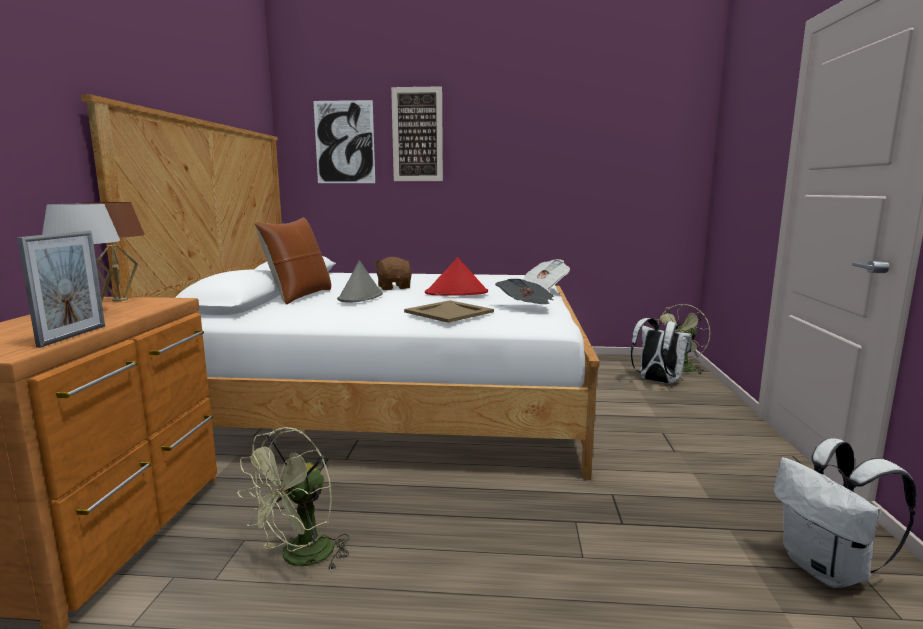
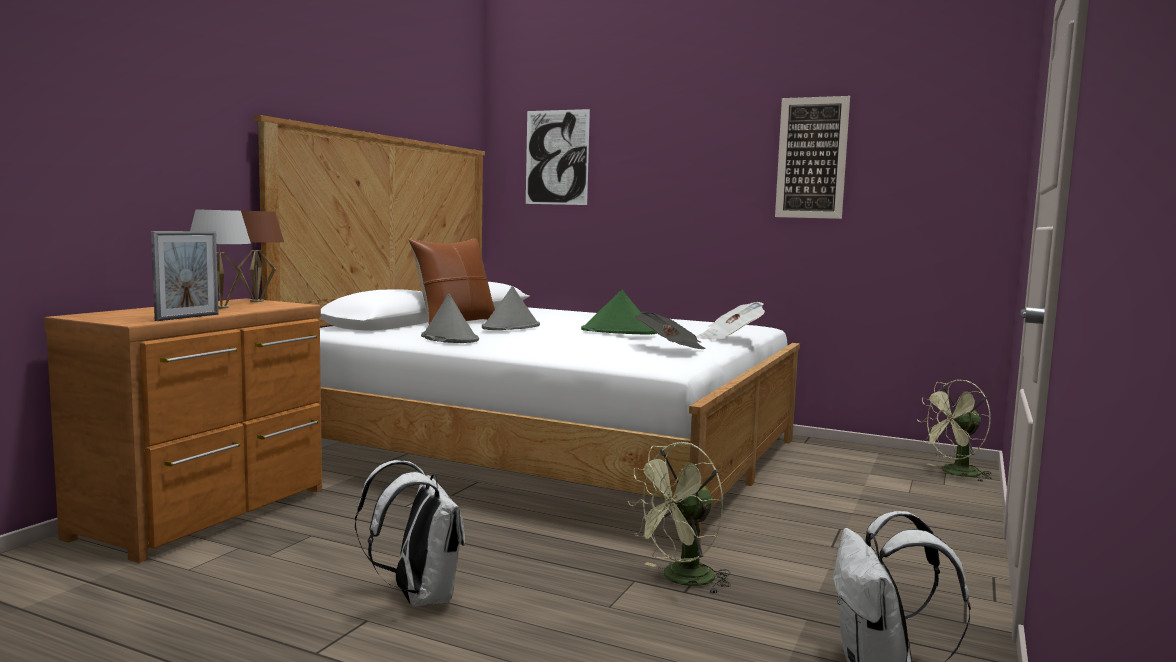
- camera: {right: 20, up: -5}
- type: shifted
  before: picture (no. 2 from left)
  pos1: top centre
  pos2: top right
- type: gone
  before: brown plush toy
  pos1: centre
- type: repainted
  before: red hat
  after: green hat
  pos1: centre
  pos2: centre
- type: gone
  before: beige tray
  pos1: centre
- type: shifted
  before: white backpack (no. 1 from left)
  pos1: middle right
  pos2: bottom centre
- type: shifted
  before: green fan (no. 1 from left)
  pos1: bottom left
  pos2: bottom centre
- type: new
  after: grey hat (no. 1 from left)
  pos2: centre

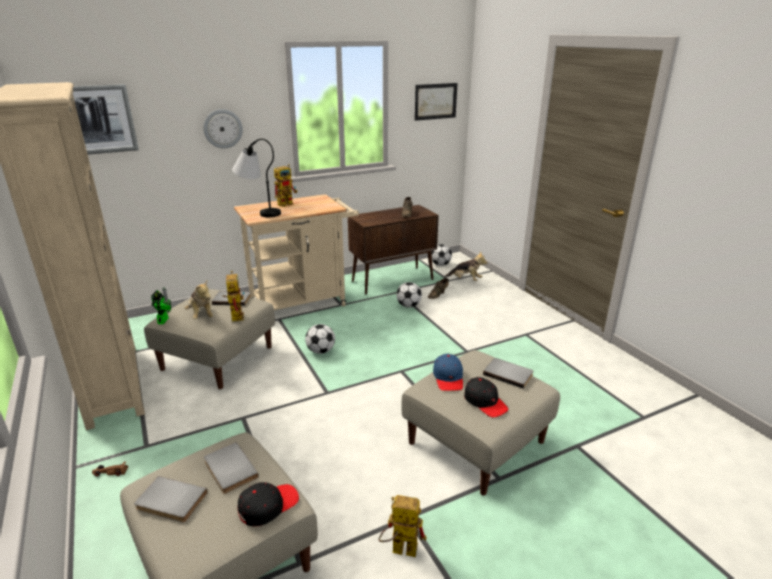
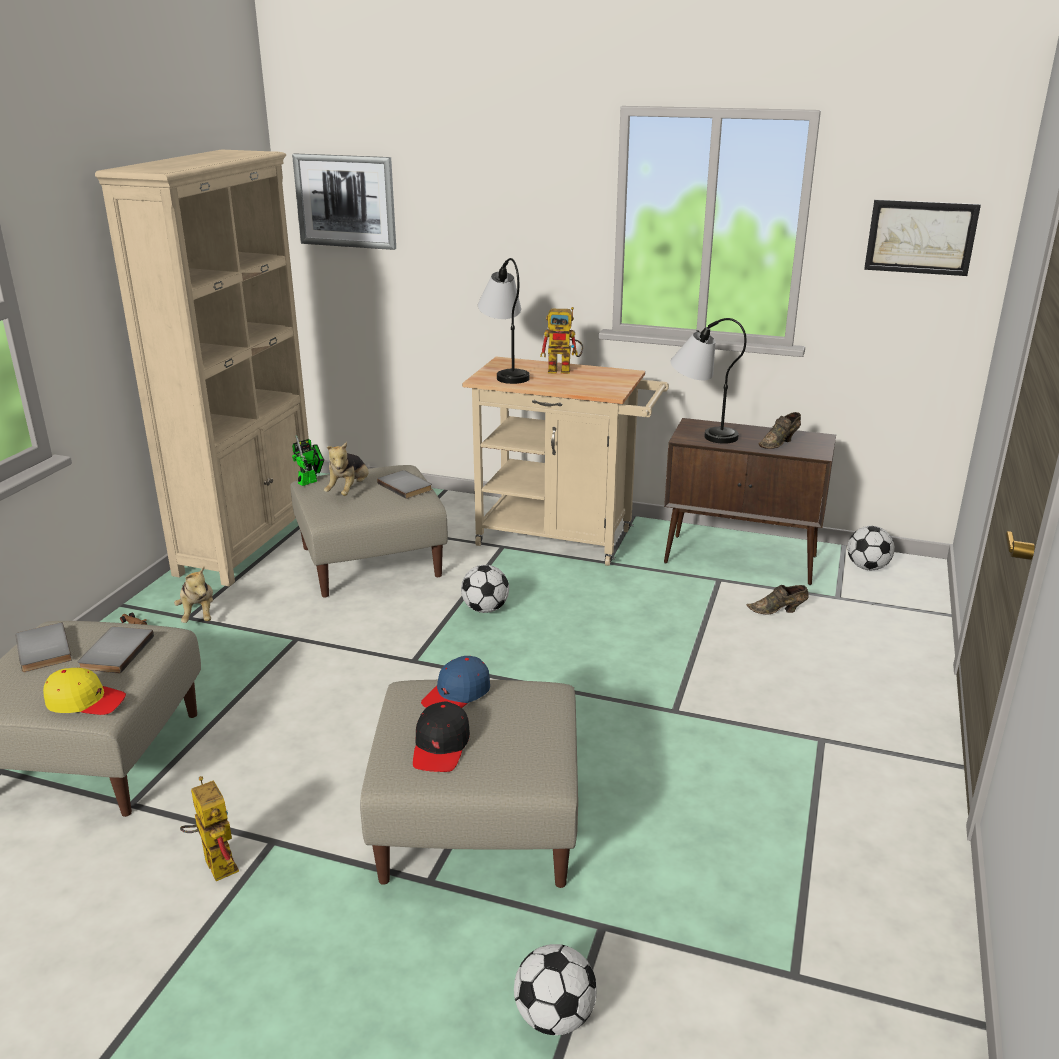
- camera: {right: 45, up: 0}
- type: gone
  before: wall clock
  pos1: top left
- type: shifted
  before: plush toy (no. 2 from left in the first image)
  after: plush toy (no. 1 from left)
  pos1: centre
  pos2: middle left
- type: gone
  before: toy robot (no. 2 from left)
  pos1: middle left
- type: shifted
  before: football (no. 2 from left)
  pos1: centre
  pos2: bottom centre
- type: gone
  before: grey book (no. 4 from left)
  pos1: centre
- type: repainted
  before: black cap (no. 1 from left)
  after: yellow cap
  pos1: bottom centre
  pos2: middle left
- type: new
  after: table lamp (no. 2 from left)
  pos2: middle right

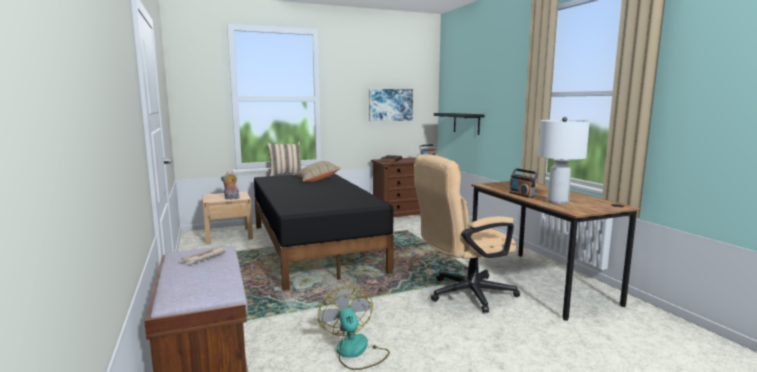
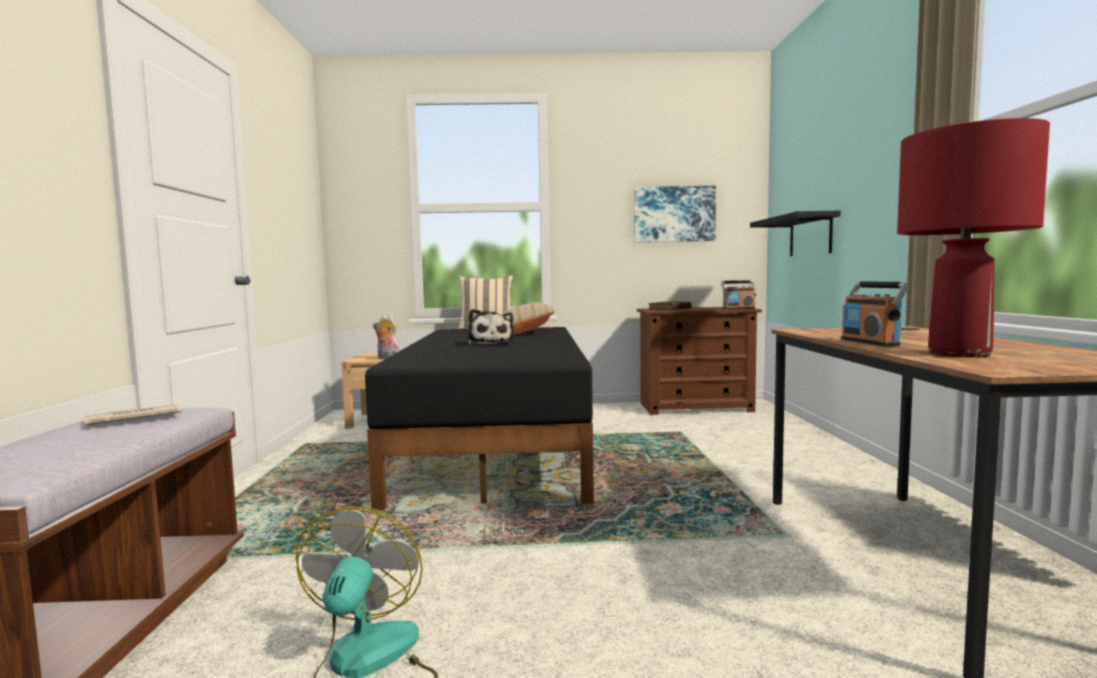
- camera: {right: 20, up: -5}
- type: repainted
  before: white table lamp
  after: red table lamp
  pos1: middle right
  pos2: middle right
- type: gone
  before: beige office chair
  pos1: centre
- type: new
  after: plush toy (no. 2 from left)
  pos2: centre

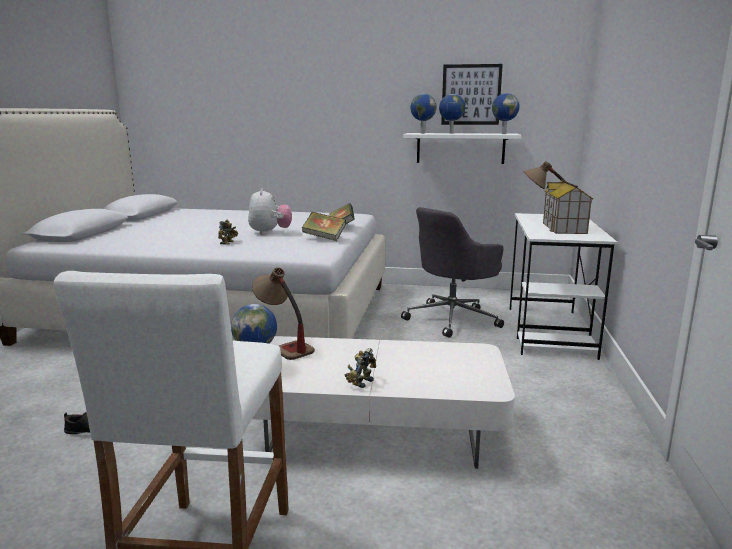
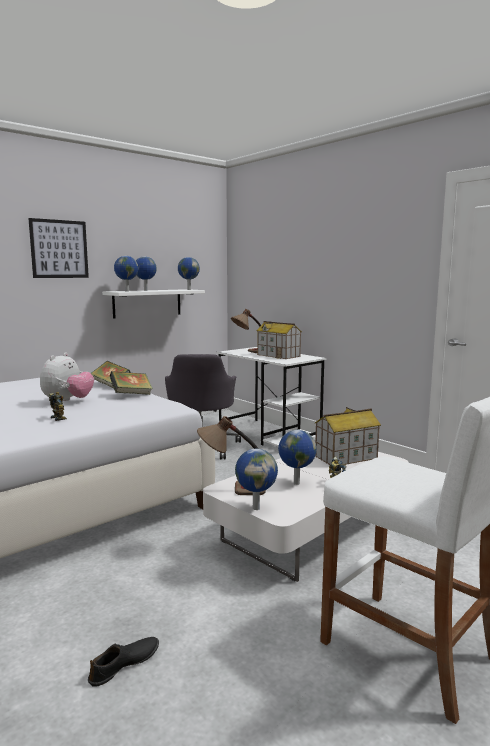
- camera: {right: -50, up: -5}
- type: shifted
  before: picture
  pos1: top centre
  pos2: top left
- type: rotated
  before: plush toy
  pos1: centre
  pos2: middle left
  turn: 75
- type: new
  after: toy house (no. 2 from left)
  pos2: middle right
- type: new
  after: globe (no. 5 from left)
  pos2: centre

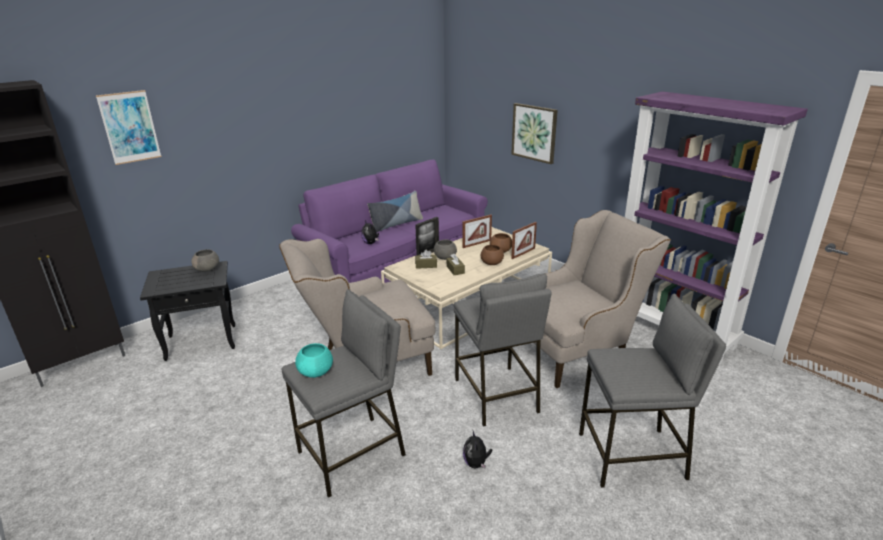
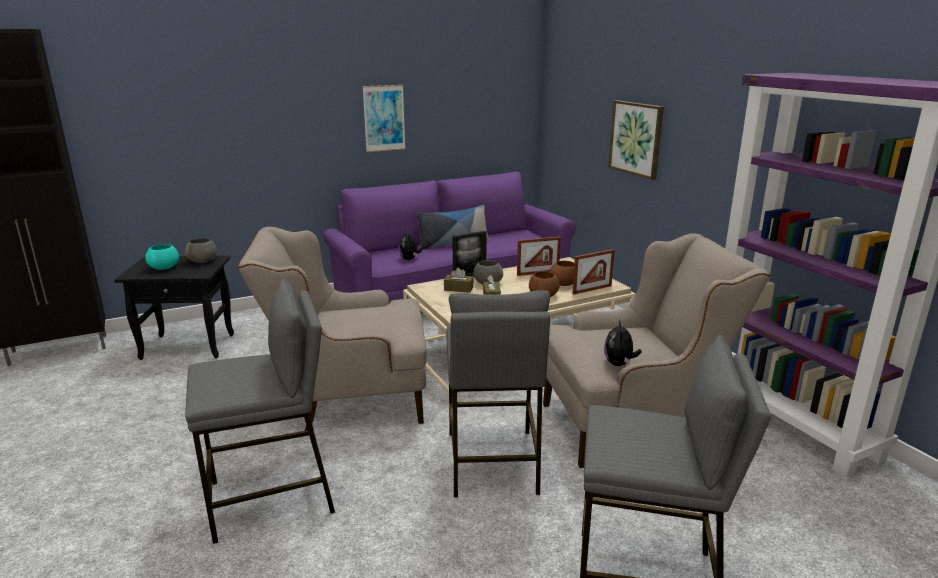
- camera: {right: 15, up: -5}
- type: shifted
  before: picture (no. 1 from left)
  pos1: top left
  pos2: top centre
- type: shifted
  before: turquoise bowl
  pos1: bottom centre
  pos2: middle left
- type: shifted
  before: plush toy (no. 2 from left)
  pos1: bottom centre
  pos2: centre

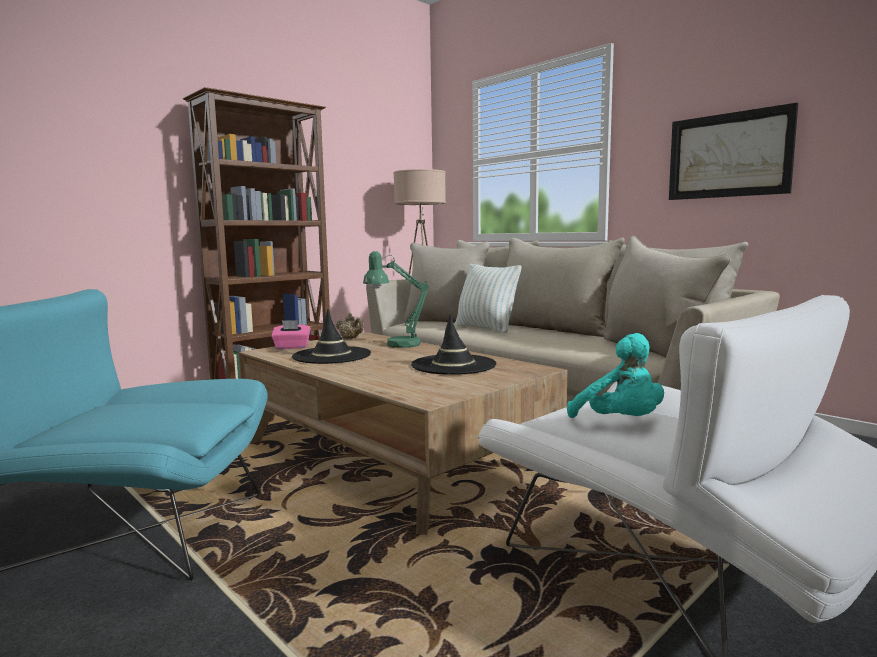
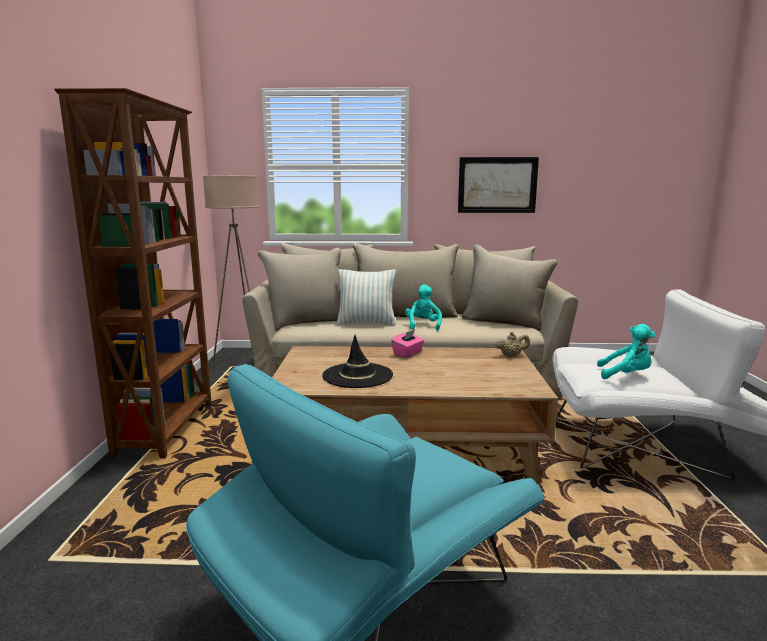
- camera: {right: -45, up: 5}
- type: gone
  before: green table lamp
  pos1: centre
- type: shifted
  before: beige teapot
  pos1: centre
  pos2: middle right
- type: gone
  before: black hat (no. 2 from left)
  pos1: centre
- type: shifted
  before: pink tissue box
  pos1: middle left
  pos2: centre
- type: new
  after: turquoise plush toy (no. 1 from left)
  pos2: centre

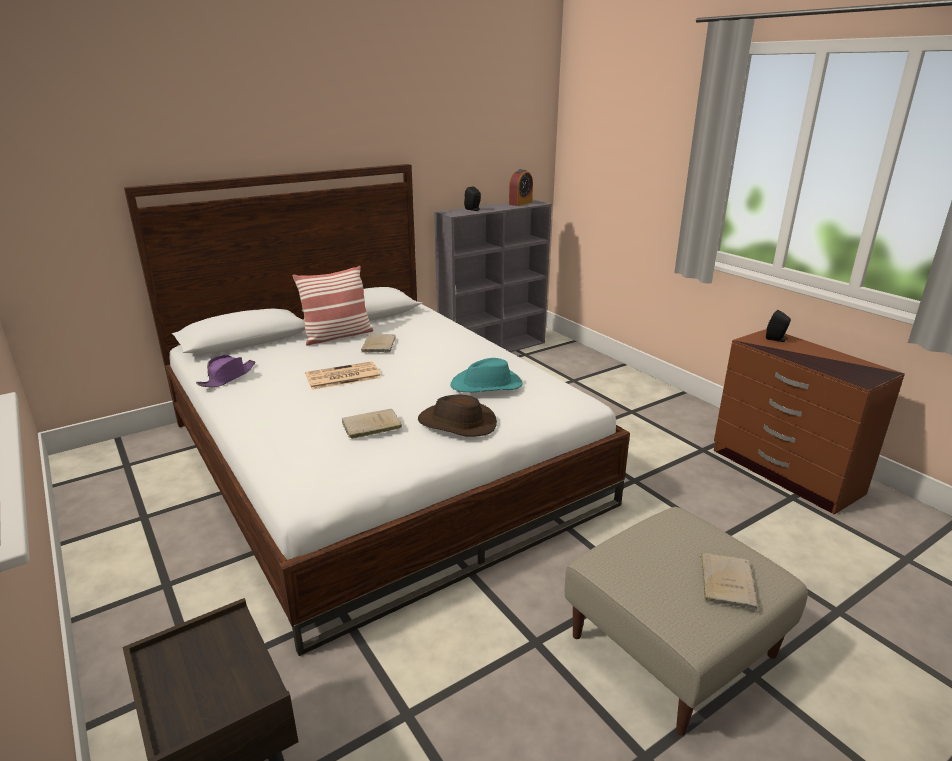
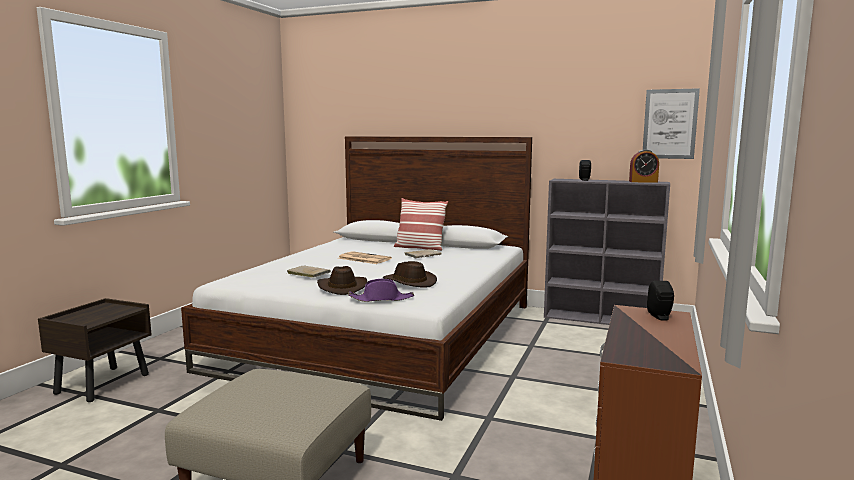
- camera: {right: 55, up: -15}
- type: shifted
  before: purple hat
  pos1: middle left
  pos2: centre
- type: repainted
  before: turquoise hat
  after: brown hat (no. 2 from left)
  pos1: centre
  pos2: centre
- type: gone
  before: beige book (no. 3 from left)
  pos1: bottom right
- type: new
  after: picture
  pos2: top right

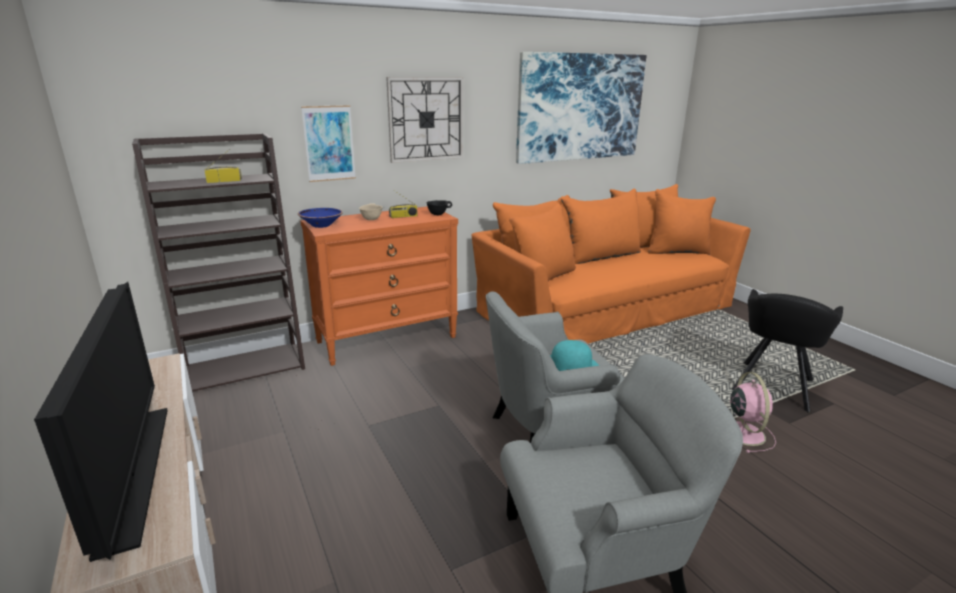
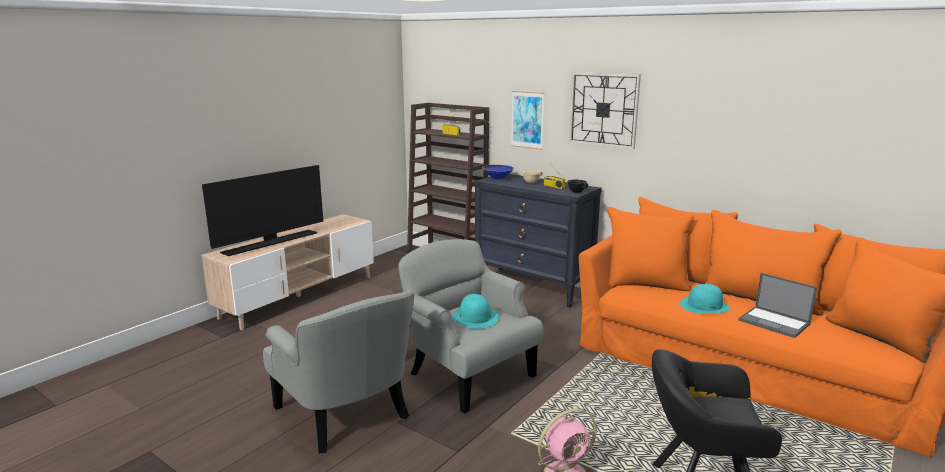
- camera: {right: 65, up: -5}
- type: gone
  before: picture (no. 2 from left)
  pos1: top centre
- type: repainted
  before: orange dresser
  after: black dresser
  pos1: centre
  pos2: centre
- type: new
  after: laptop
  pos2: middle right
- type: new
  after: turquoise hat (no. 2 from left)
  pos2: middle right

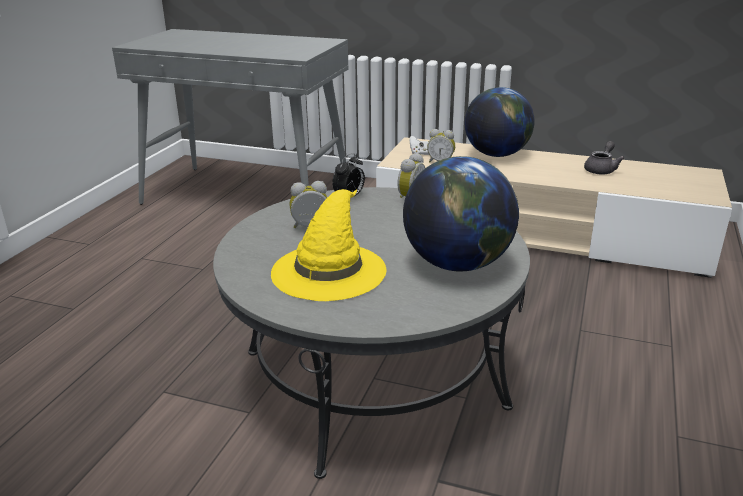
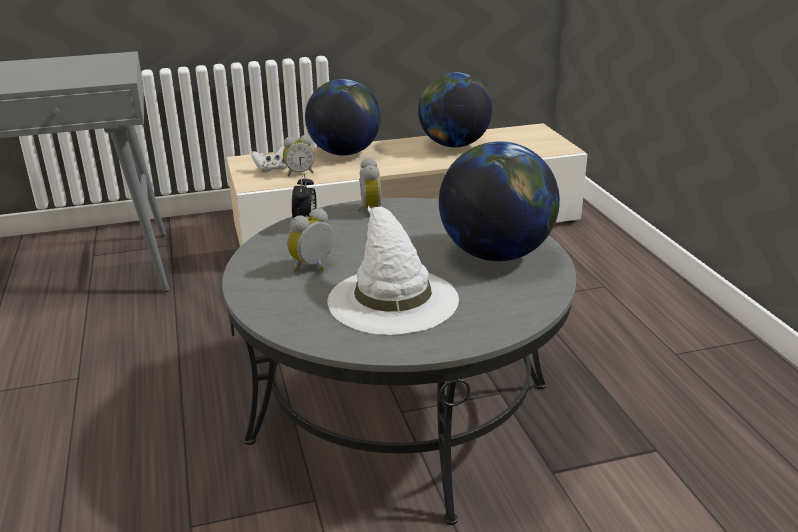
- camera: {right: -35, up: 0}
- type: swapped
  before: grey teapot
  after: globe (no. 2 from left)
  pos1: top right
  pos2: top centre
- type: repainted
  before: yellow hat
  after: white hat
  pos1: centre
  pos2: centre

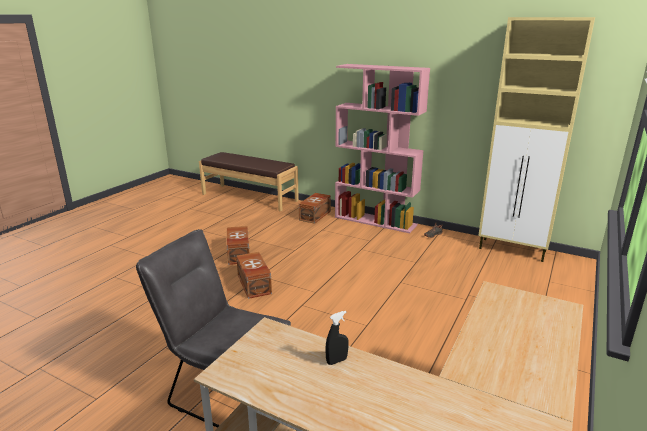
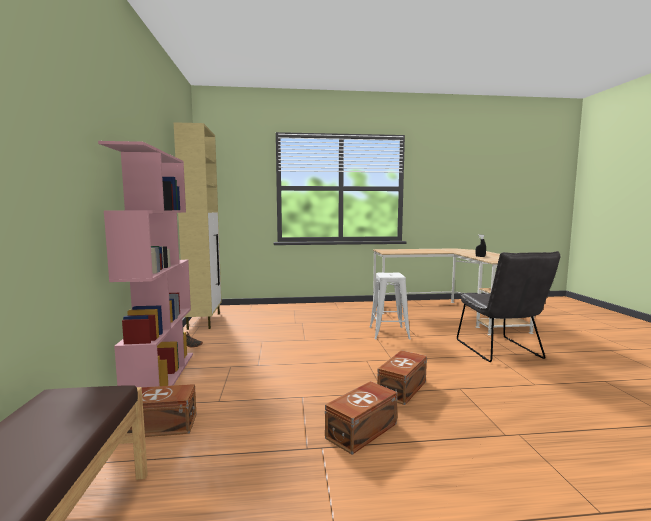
- camera: {right: -125, up: -15}
- type: new
  after: white stool
  pos2: centre

